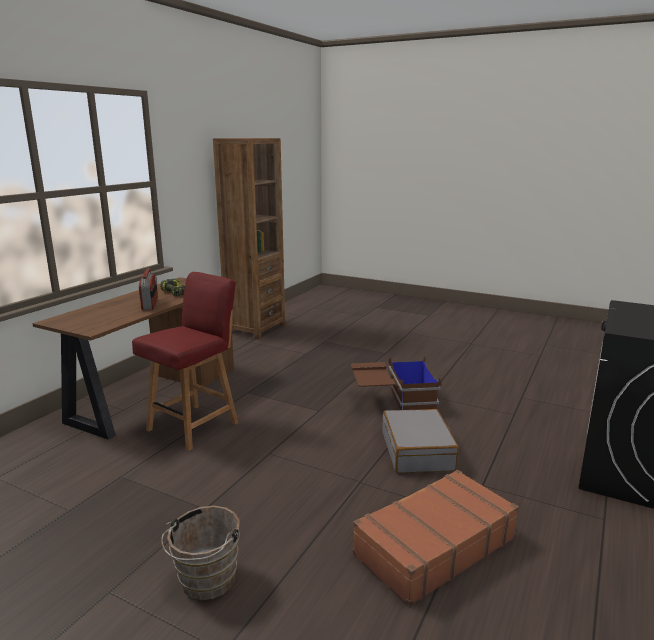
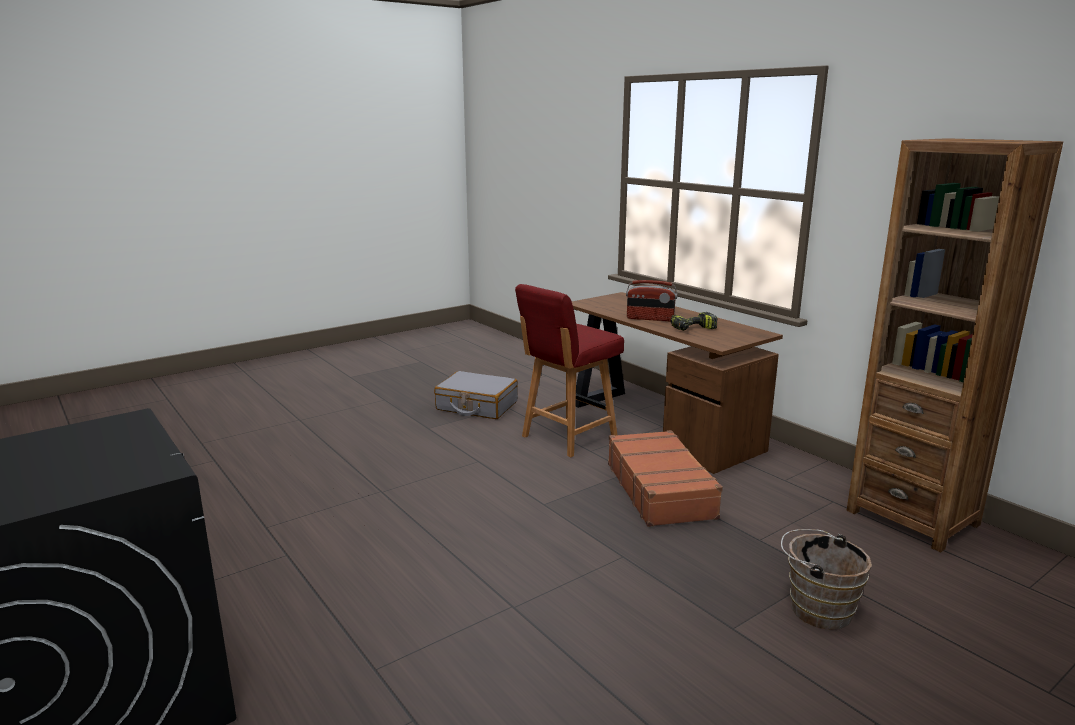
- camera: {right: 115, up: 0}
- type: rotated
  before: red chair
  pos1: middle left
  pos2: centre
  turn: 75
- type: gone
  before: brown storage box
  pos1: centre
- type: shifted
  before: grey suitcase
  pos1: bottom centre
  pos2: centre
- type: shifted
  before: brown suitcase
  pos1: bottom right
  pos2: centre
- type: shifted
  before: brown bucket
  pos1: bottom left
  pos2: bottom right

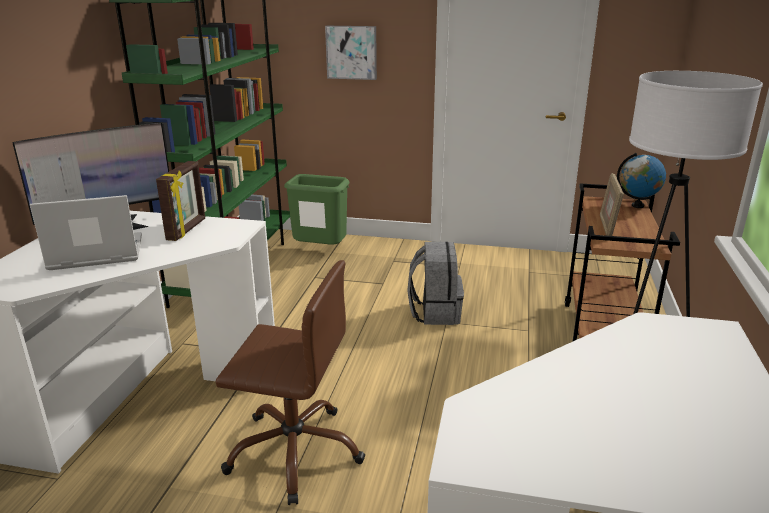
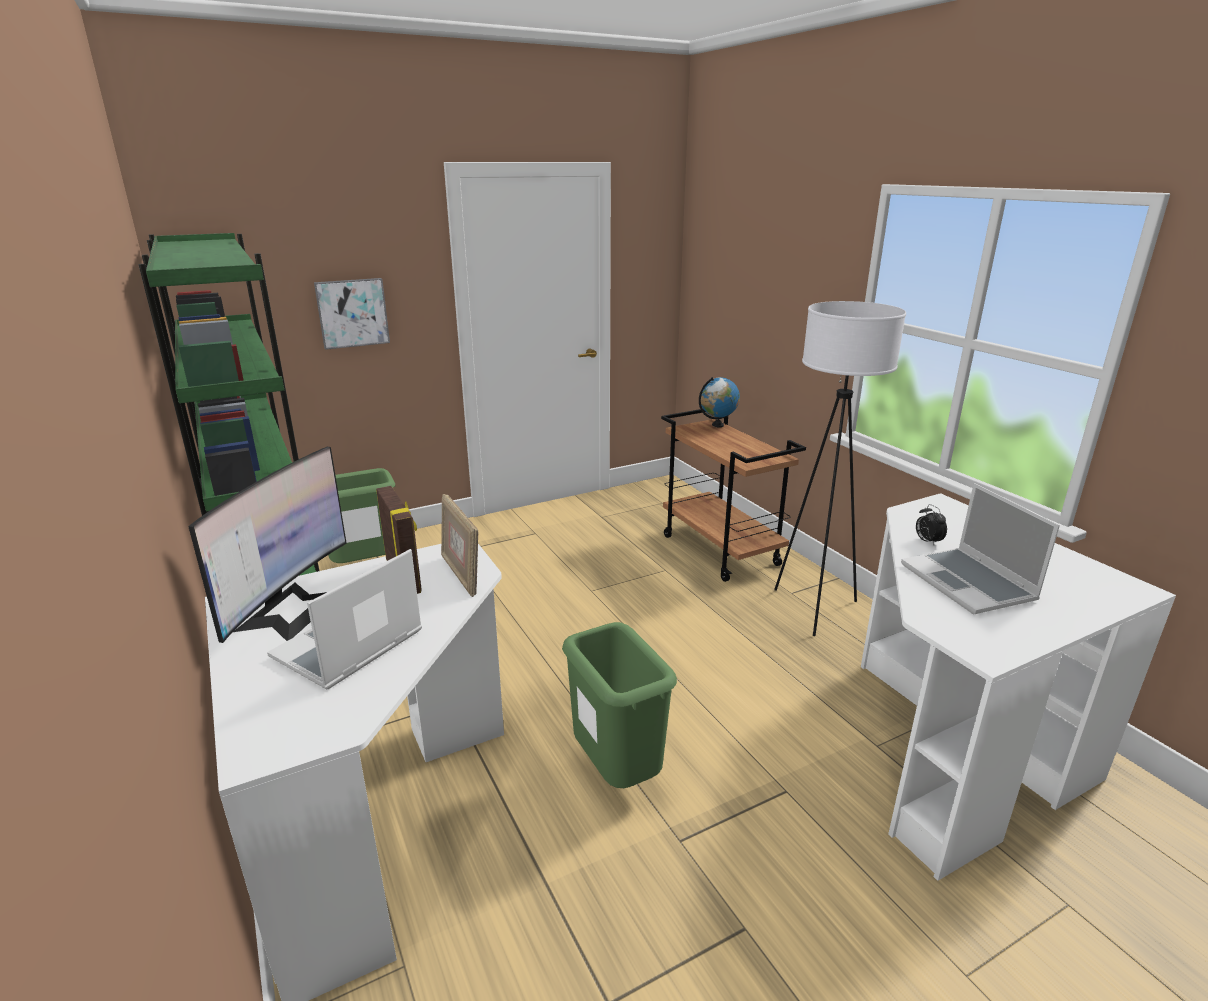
- camera: {right: -40, up: 0}
- type: shifted
  before: picture frame (no. 2 from left)
  pos1: middle right
  pos2: centre
- type: gone
  before: grey backpack
  pos1: centre
- type: swapped
  before: brown office chair
  after: green trash can (no. 2 from left)
  pos1: bottom centre
  pos2: bottom centre
- type: new
  after: laptop (no. 2 from left)
  pos2: middle right
- type: new
  after: alarm clock
  pos2: middle right

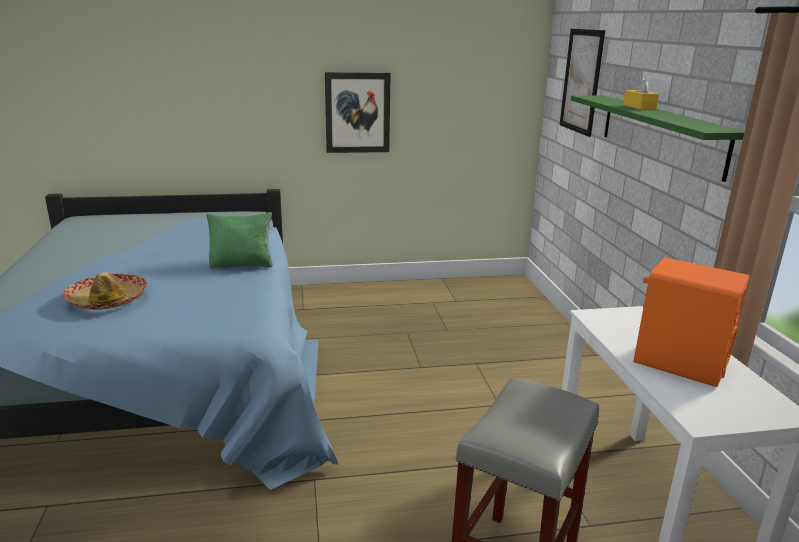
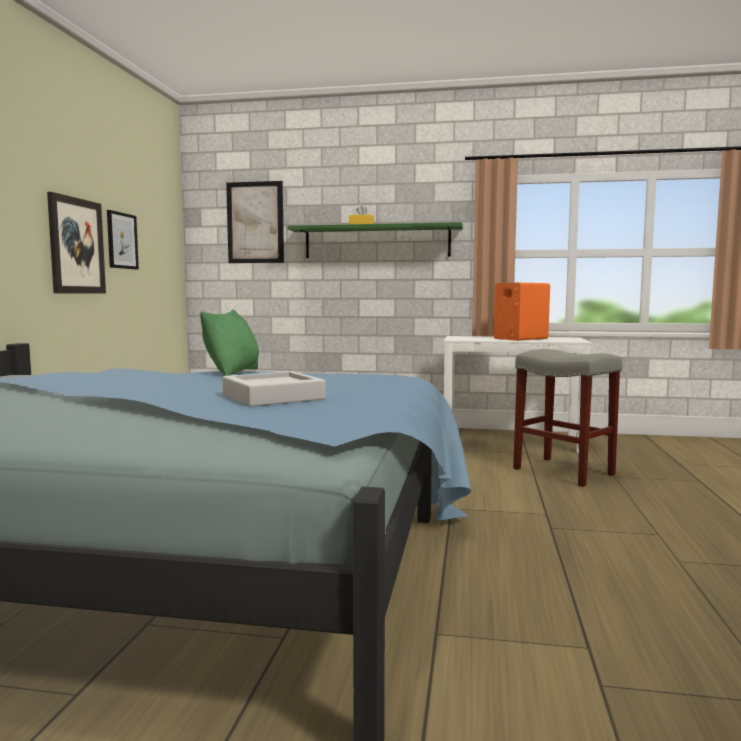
- camera: {right: -70, up: -15}
- type: swapped
  before: hat
  after: grey tray
  pos1: middle left
  pos2: centre
- type: new
  after: picture (no. 2 from left)
  pos2: top left

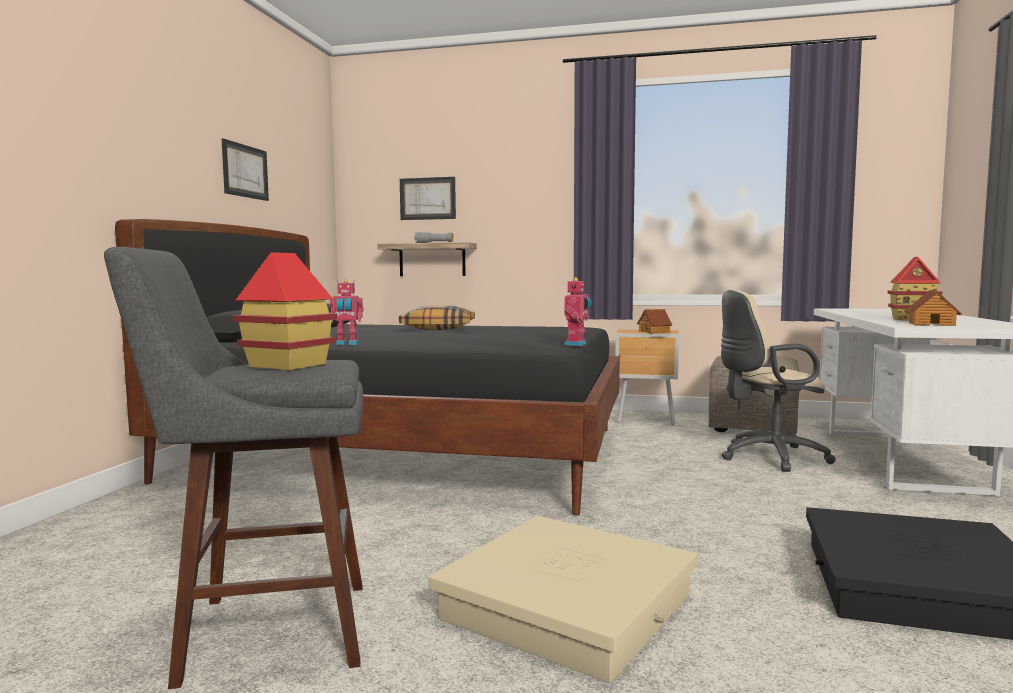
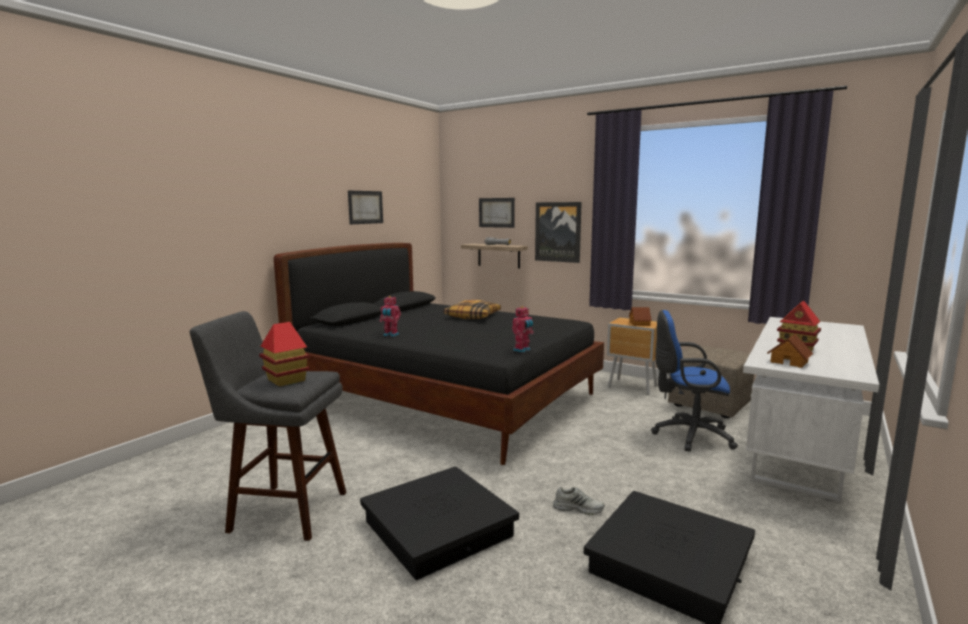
- camera: {right: 20, up: 5}
- type: repainted
  before: beige office chair
  after: blue office chair
  pos1: middle right
  pos2: middle right
- type: repainted
  before: beige storage box
  after: black storage box (no. 1 from left)
  pos1: bottom centre
  pos2: bottom centre
- type: new
  after: picture (no. 3 from left)
  pos2: centre
- type: new
  after: white shoe
  pos2: bottom centre

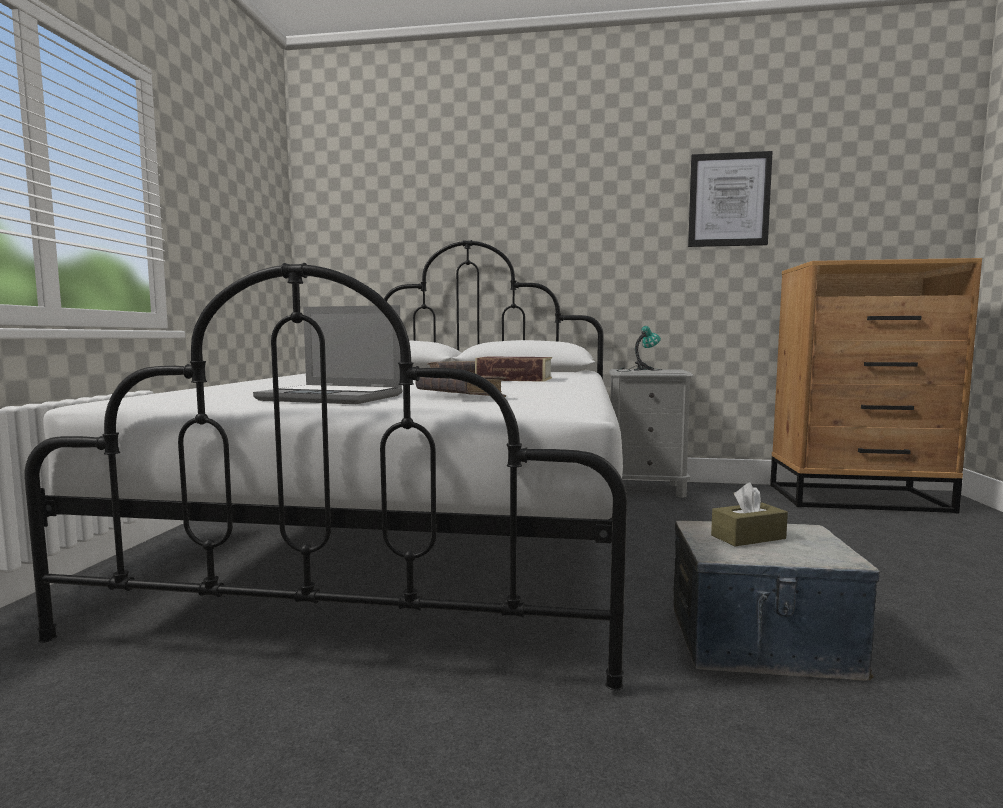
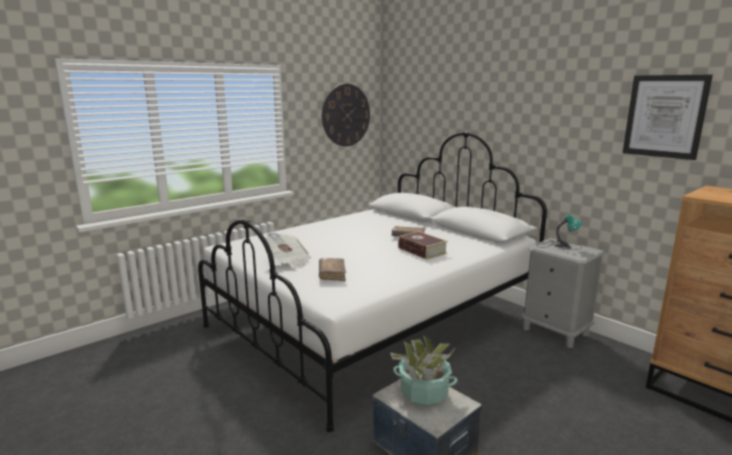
- camera: {right: 40, up: 10}
- type: swapped
  before: laptop
  after: newspaper
  pos1: middle left
  pos2: centre
- type: swapped
  before: brown tissue box
  after: potted plant
  pos1: middle right
  pos2: bottom centre
- type: new
  after: wall clock
  pos2: top centre

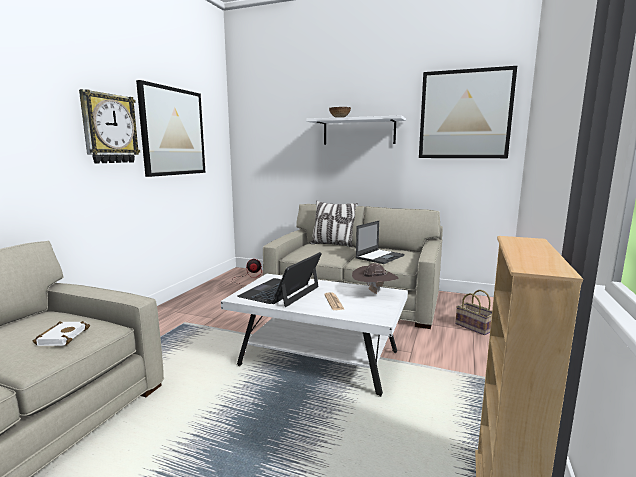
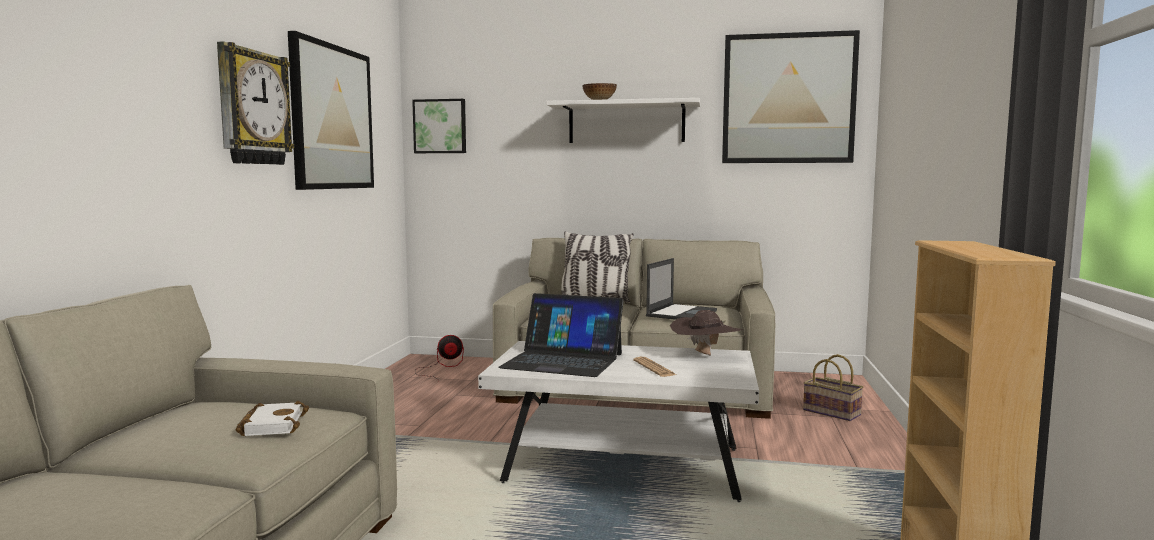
- camera: {right: -10, up: -5}
- type: rotated
  before: laptop (no. 1 from left)
  pos1: centre
  pos2: centre
  turn: -90
- type: new
  after: picture (no. 2 from left)
  pos2: top centre

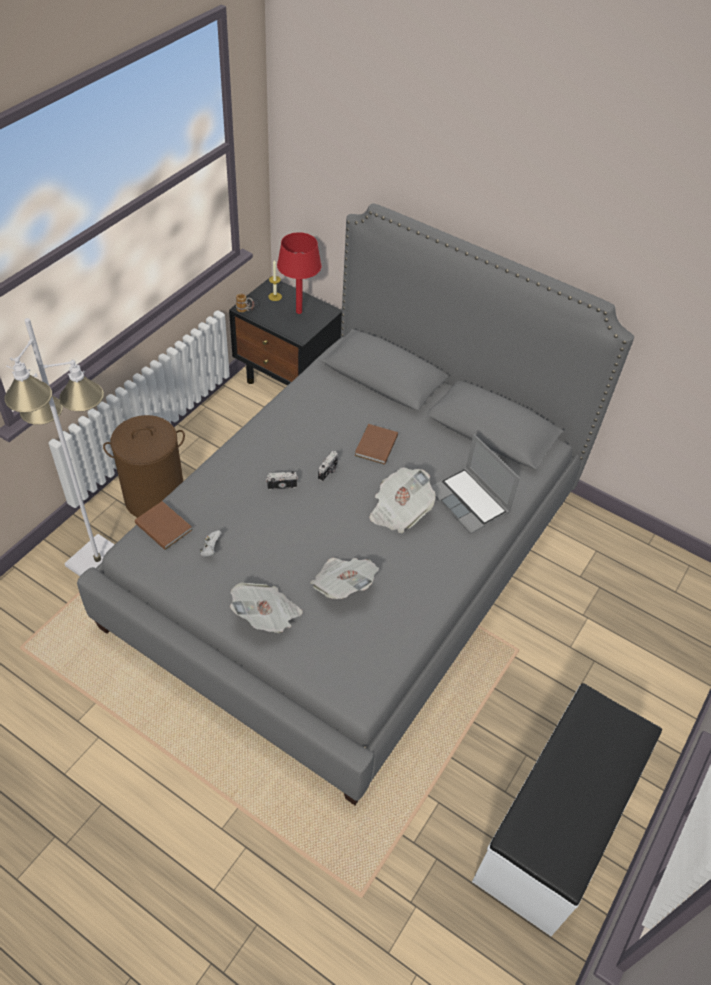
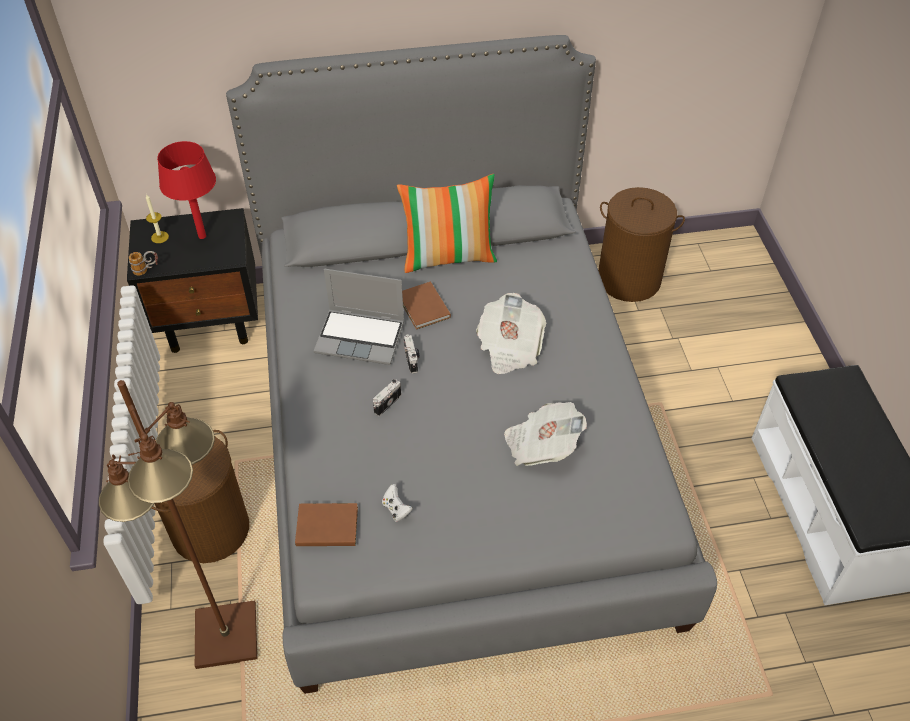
- camera: {right: -40, up: 0}
- type: repainted
  before: white floor lamp
  after: brown floor lamp
  pos1: middle left
  pos2: bottom left
- type: shifted
  before: laptop
  pos1: middle right
  pos2: centre
- type: gone
  before: newspaper (no. 1 from left)
  pos1: centre
- type: new
  after: pillow
  pos2: top centre
- type: new
  after: brown laundry basket (no. 2 from left)
  pos2: middle right

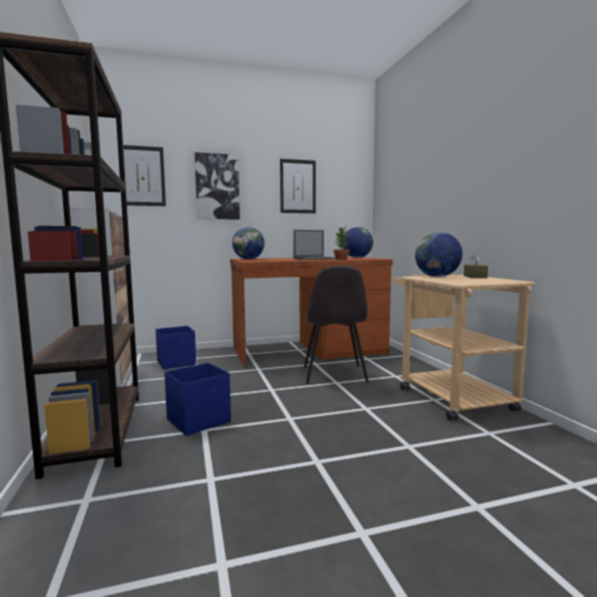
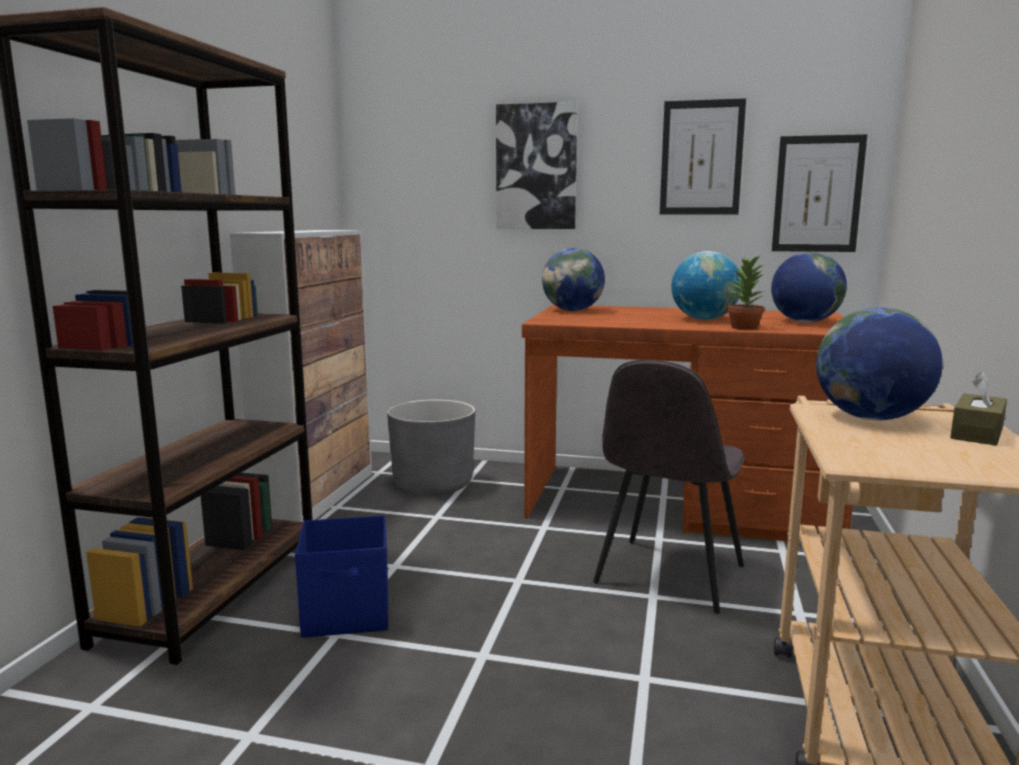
- camera: {right: 30, up: 5}
- type: shifted
  before: picture (no. 1 from left in the first image)
  after: picture (no. 3 from left)
  pos1: top left
  pos2: top right
- type: swapped
  before: laptop
  after: globe (no. 2 from left)
  pos1: centre
  pos2: middle right
- type: swapped
  before: blue storage box (no. 1 from left)
  after: grey planter
  pos1: middle left
  pos2: centre

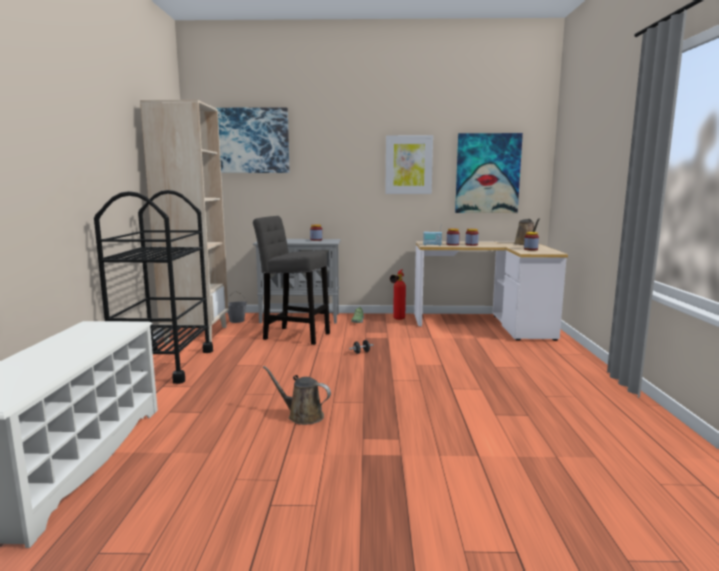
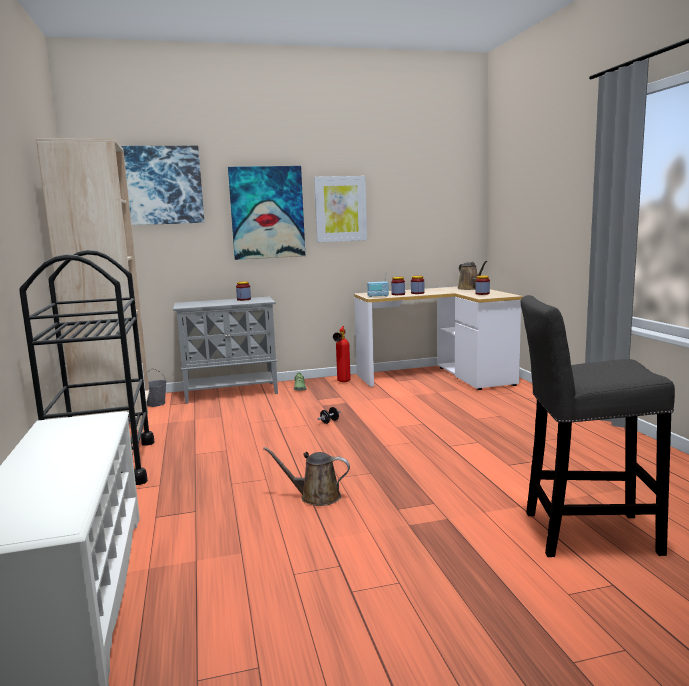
- camera: {right: -15, up: 0}
- type: shifted
  before: picture (no. 3 from left in the first image)
  after: picture (no. 2 from left)
  pos1: top right
  pos2: top centre
- type: shifted
  before: grey stool
  pos1: centre
  pos2: middle right

